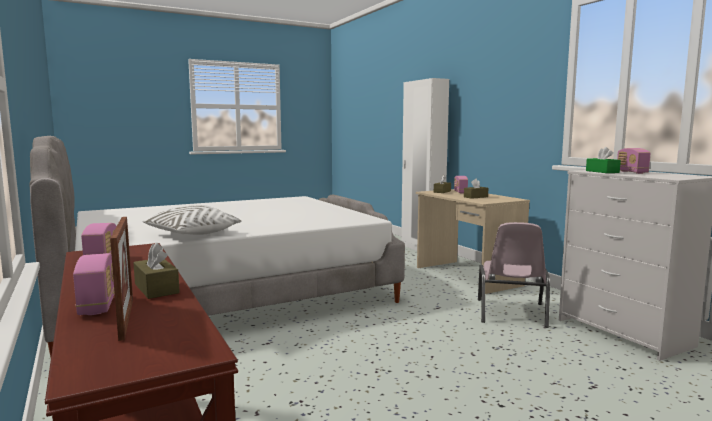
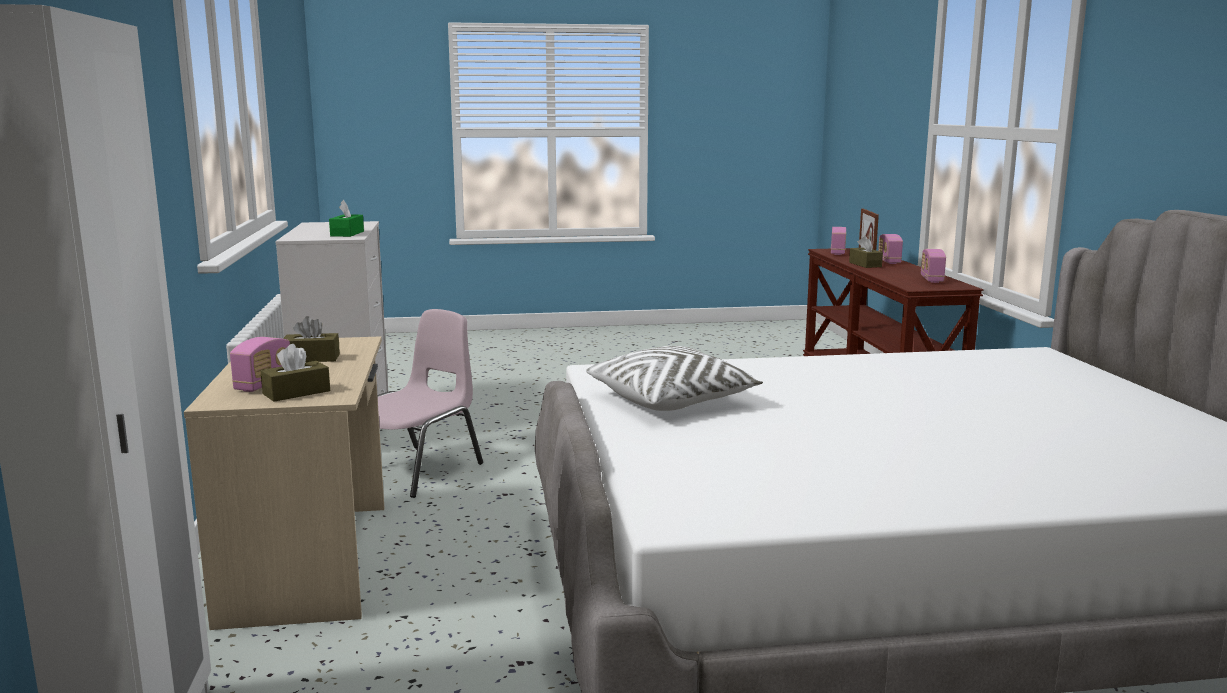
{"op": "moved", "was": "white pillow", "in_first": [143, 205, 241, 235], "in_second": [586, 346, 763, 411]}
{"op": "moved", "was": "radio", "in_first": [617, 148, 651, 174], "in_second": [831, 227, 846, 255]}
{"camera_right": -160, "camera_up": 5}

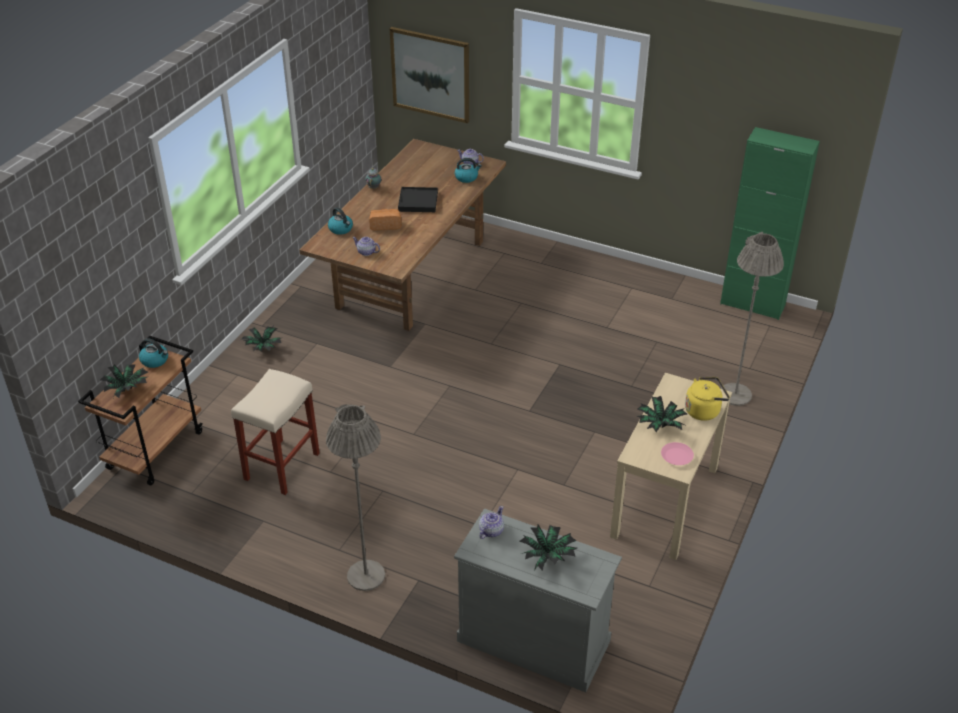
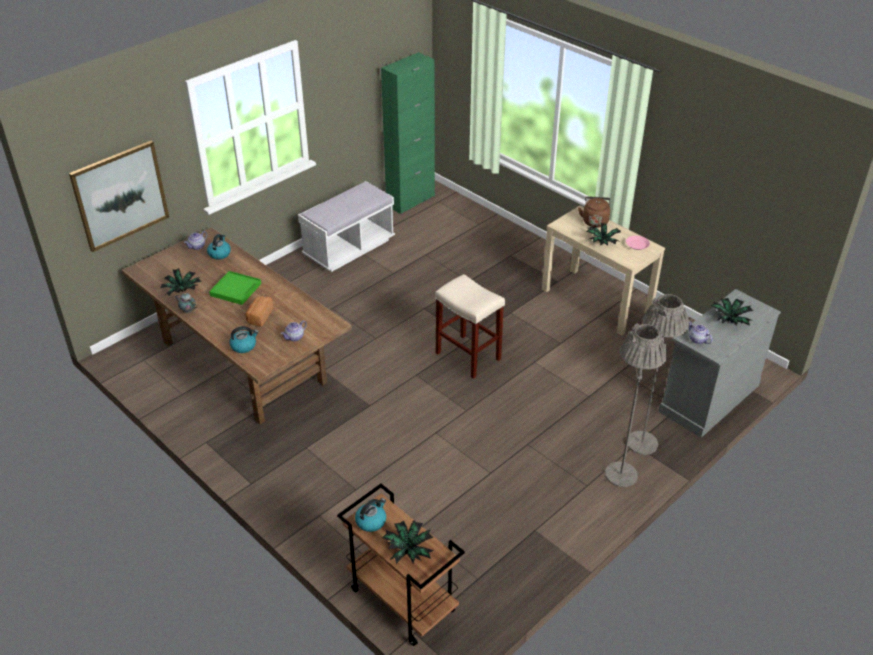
{"op": "moved", "was": "potted plant", "in_first": [241, 326, 281, 351], "in_second": [160, 268, 202, 296]}
{"op": "recoloured", "was": "black tray", "now": "green tray", "in_first": [398, 187, 438, 212], "in_second": [209, 271, 261, 305]}
{"op": "added", "now": "white bench", "in_second": [298, 181, 395, 272]}
{"op": "moved", "was": "beige stool", "in_first": [231, 369, 320, 495], "in_second": [435, 274, 505, 379]}
{"op": "recoloured", "was": "yellow kettle", "now": "brown kettle", "in_first": [685, 377, 730, 421], "in_second": [578, 196, 610, 228]}
{"op": "moved", "was": "grey floor lamp", "in_first": [720, 232, 784, 406], "in_second": [628, 294, 689, 455]}
{"camera_right": -70, "camera_up": 0}

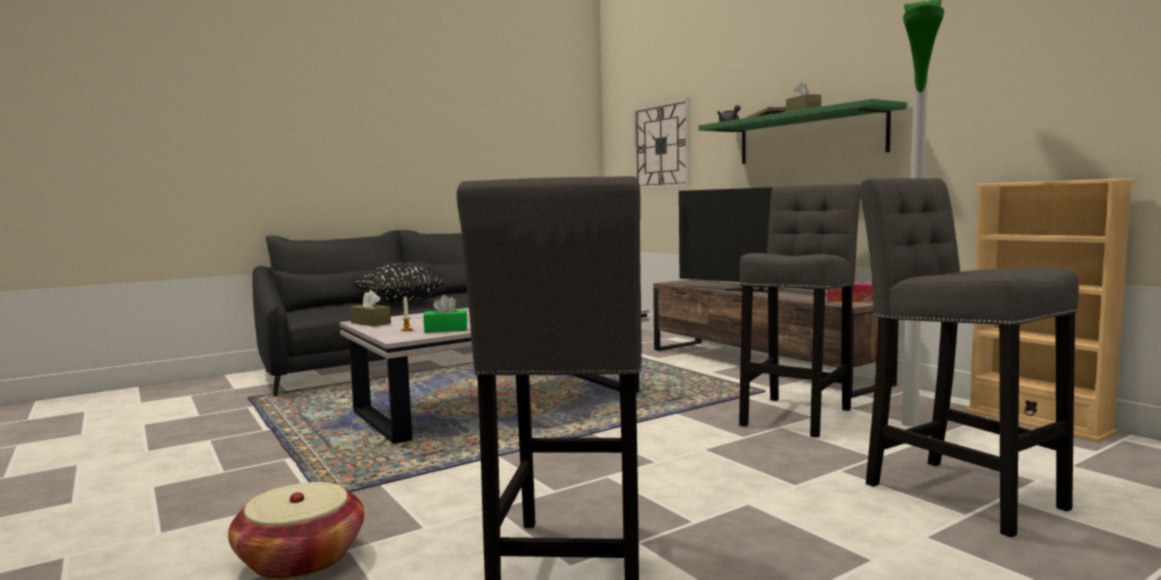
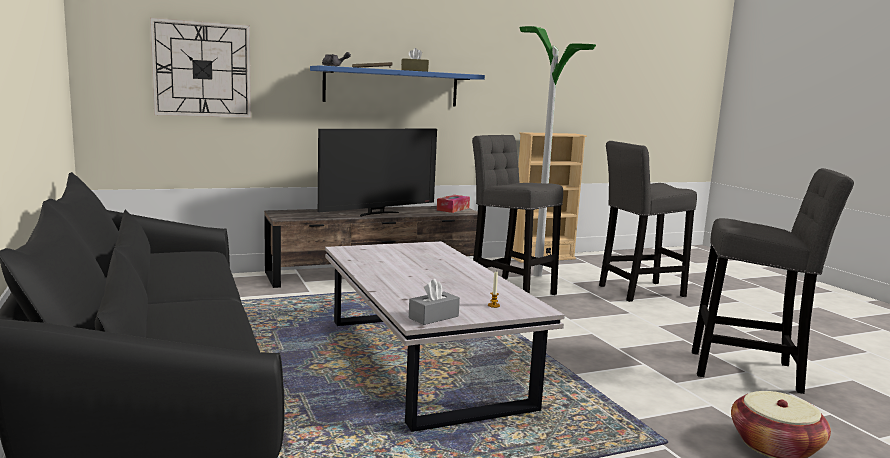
{"op": "recoloured", "was": "green shelf", "now": "blue shelf", "in_first": [699, 99, 907, 164], "in_second": [310, 65, 485, 107]}
{"op": "recoloured", "was": "brown tissue box", "now": "grey tissue box", "in_first": [350, 290, 391, 326], "in_second": [409, 279, 460, 325]}
{"op": "removed", "was": "black pillow", "in_first": [355, 263, 446, 303]}
{"op": "removed", "was": "green tissue box", "in_first": [423, 295, 468, 333]}
{"camera_right": -80, "camera_up": 5}

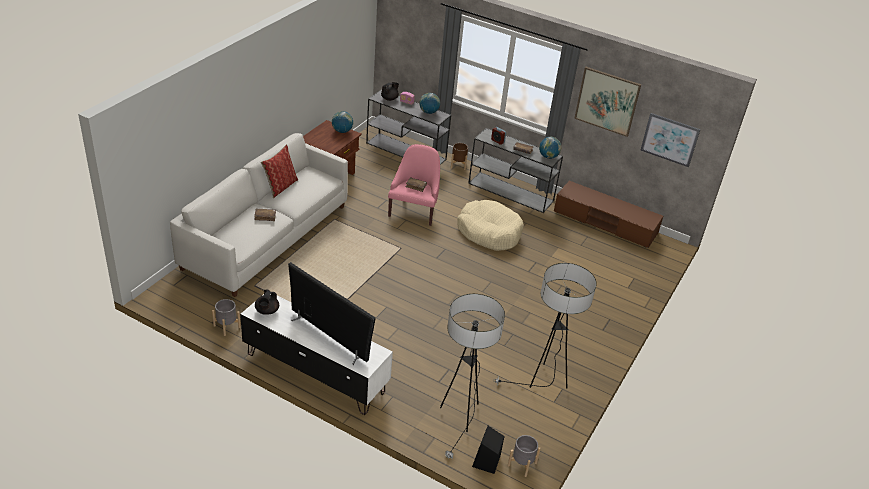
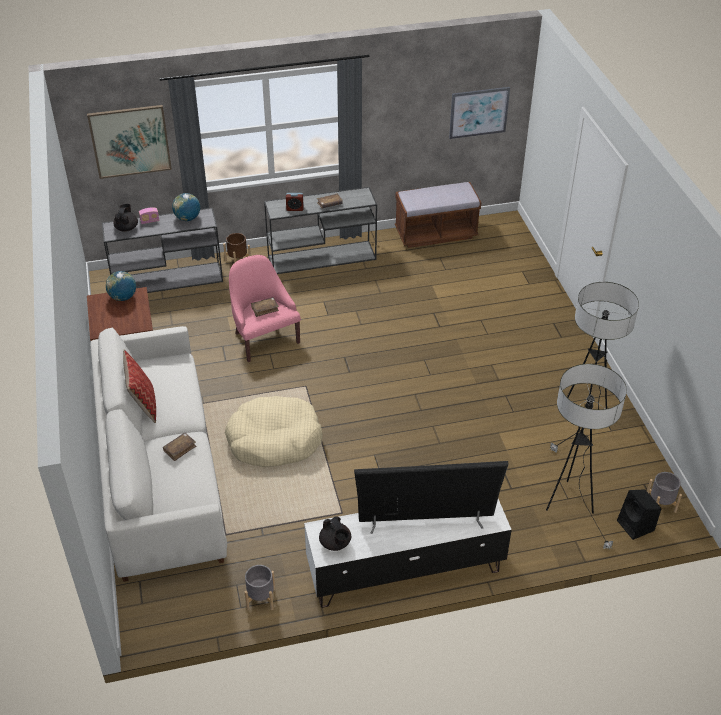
{"op": "moved", "was": "picture", "in_first": [574, 67, 641, 137], "in_second": [87, 105, 172, 179]}
{"op": "moved", "was": "beige dog bed", "in_first": [457, 200, 524, 251], "in_second": [225, 396, 323, 467]}
{"op": "replaced", "was": "brown tv stand", "now": "brown bench", "in_first": [554, 181, 663, 248], "in_second": [395, 182, 481, 248]}
{"op": "removed", "was": "globe", "in_first": [539, 137, 561, 159]}
{"camera_right": -40, "camera_up": 5}

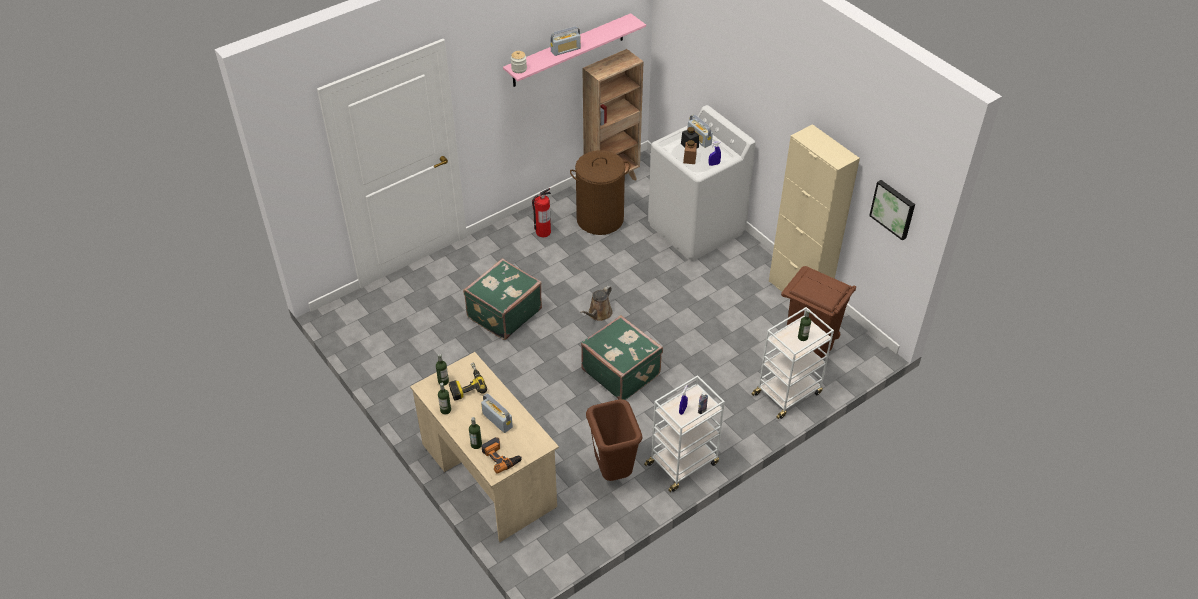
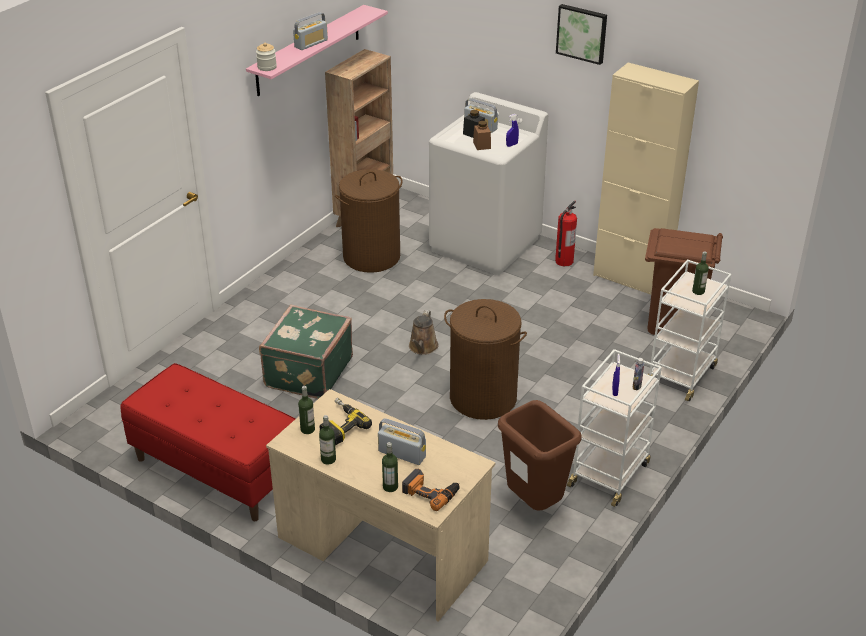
{"op": "added", "now": "red bench", "in_second": [121, 363, 295, 521]}
{"op": "replaced", "was": "green suitcase", "now": "brown laundry basket", "in_first": [581, 315, 663, 400], "in_second": [444, 299, 527, 420]}
{"op": "moved", "was": "fire extinguisher", "in_first": [532, 188, 551, 238], "in_second": [555, 200, 577, 266]}
{"op": "moved", "was": "picture", "in_first": [869, 180, 915, 241], "in_second": [556, 4, 607, 65]}
{"camera_right": -20, "camera_up": -10}

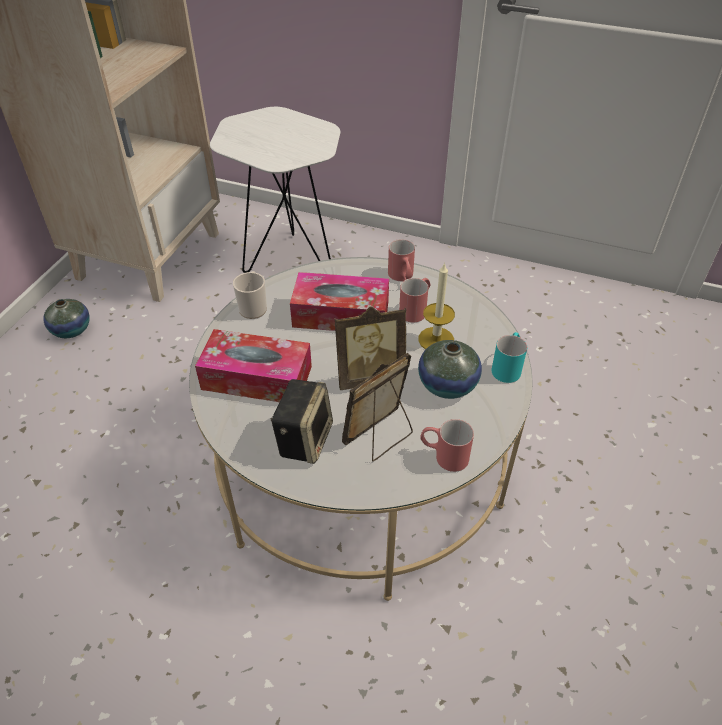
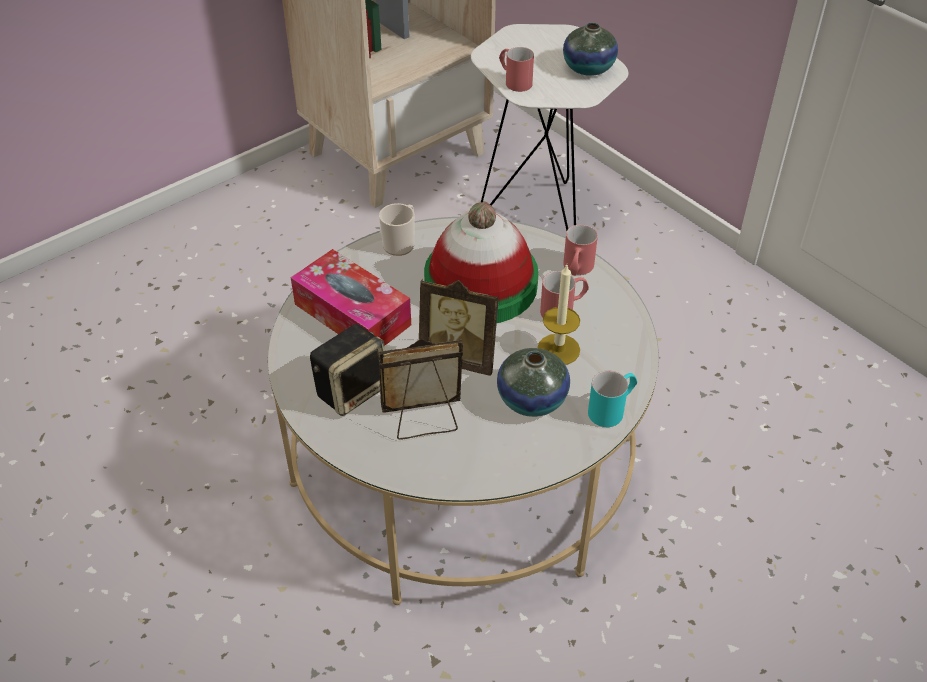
{"op": "replaced", "was": "tissue box", "now": "hat", "in_first": [290, 272, 389, 331], "in_second": [424, 202, 539, 323]}
{"op": "moved", "was": "red mug", "in_first": [420, 419, 474, 472], "in_second": [499, 47, 534, 92]}
{"op": "moved", "was": "vase", "in_first": [43, 299, 90, 338], "in_second": [563, 23, 618, 76]}
{"camera_right": 30, "camera_up": 0}

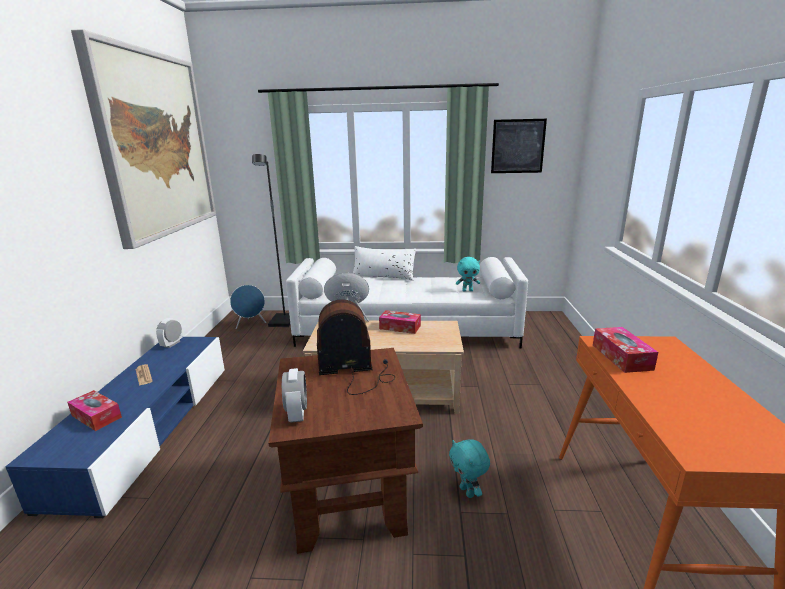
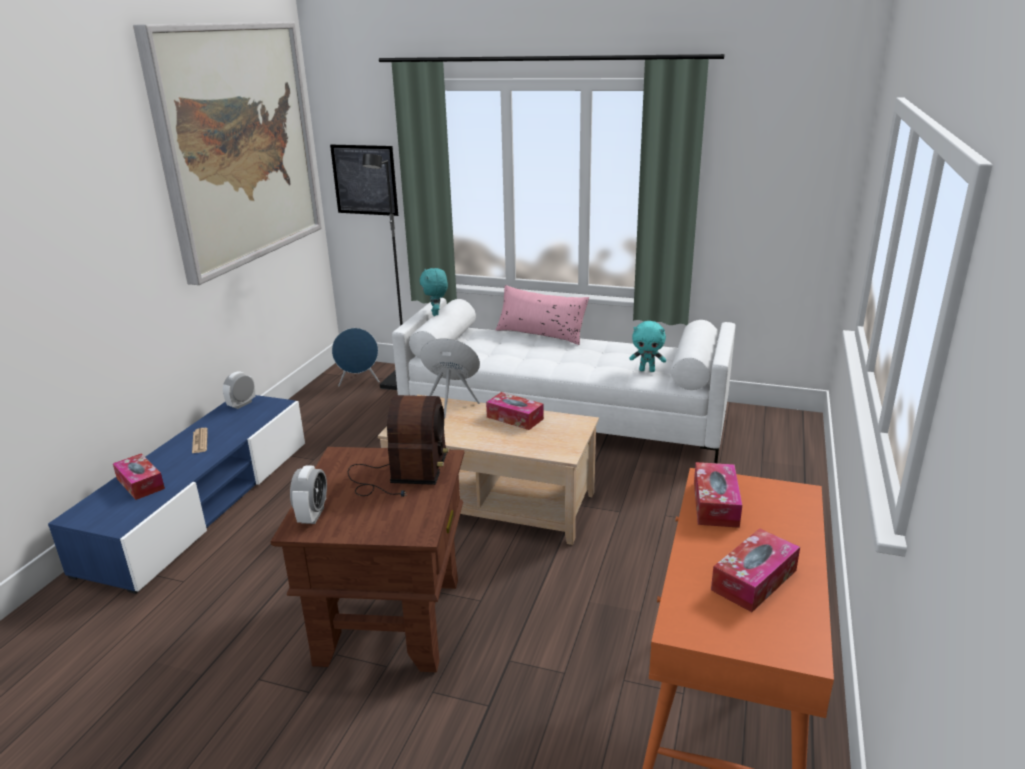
{"op": "moved", "was": "picture", "in_first": [491, 119, 547, 173], "in_second": [330, 145, 398, 216]}
{"op": "turned", "was": "radio", "in_first": [317, 299, 395, 395], "in_second": [348, 395, 449, 497], "clockwise": 90}
{"op": "moved", "was": "turquoise plush toy", "in_first": [449, 439, 490, 498], "in_second": [420, 268, 448, 316]}
{"op": "recoloured", "was": "white pillow", "now": "pink pillow", "in_first": [353, 246, 416, 281], "in_second": [496, 285, 589, 345]}
{"op": "added", "now": "tissue box", "in_second": [711, 528, 800, 612]}
{"camera_right": 15, "camera_up": 5}

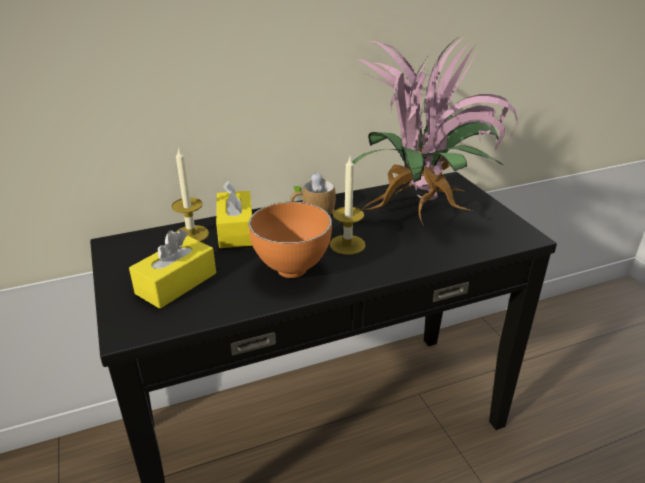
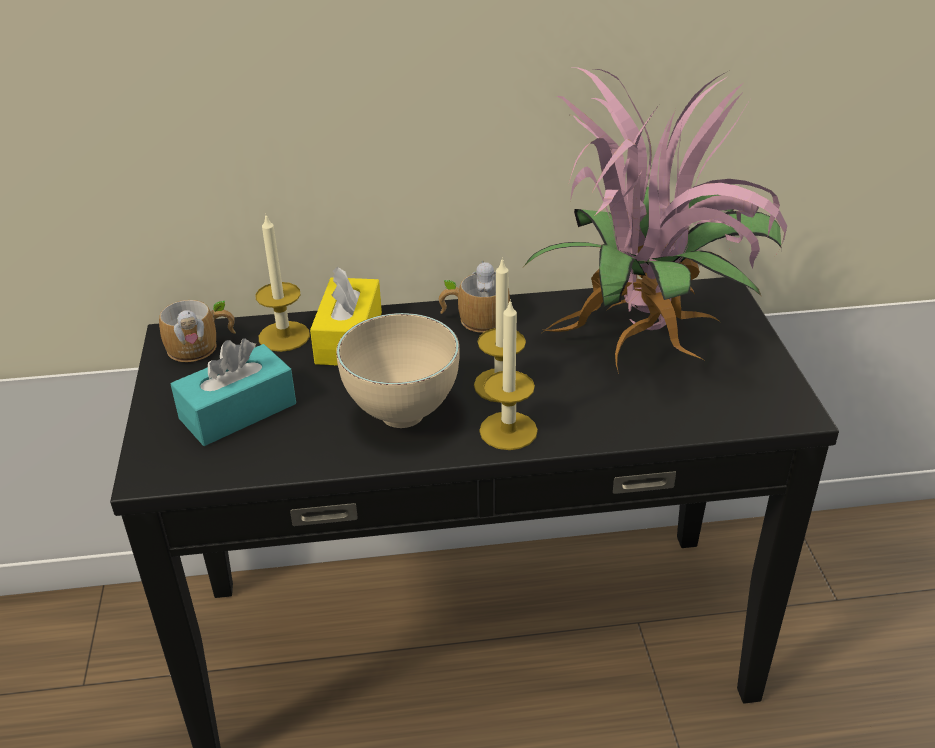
{"op": "added", "now": "mug", "in_second": [159, 300, 236, 362]}
{"op": "recoloured", "was": "yellow tissue box", "now": "turquoise tissue box", "in_first": [129, 229, 216, 309], "in_second": [171, 339, 296, 446]}
{"op": "recoloured", "was": "orange bowl", "now": "beige bowl", "in_first": [248, 202, 332, 278], "in_second": [336, 313, 460, 428]}
{"op": "added", "now": "candle", "in_second": [479, 299, 538, 450]}
{"camera_right": 15, "camera_up": 5}

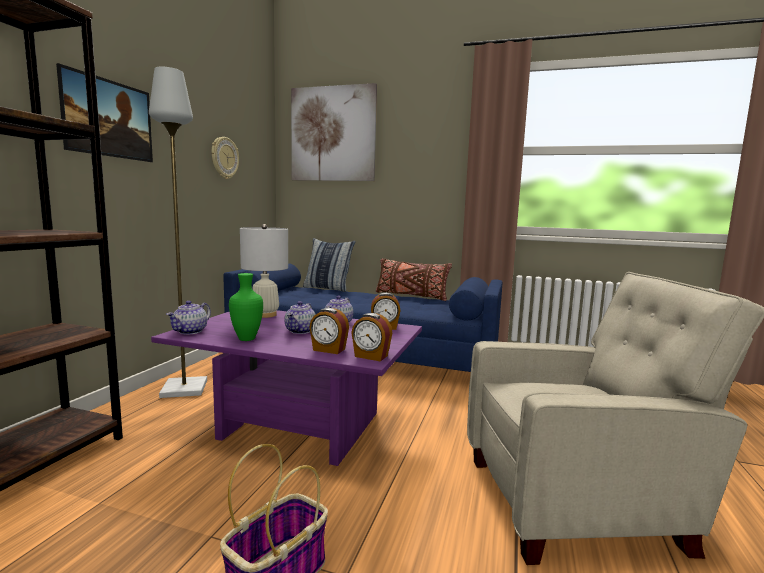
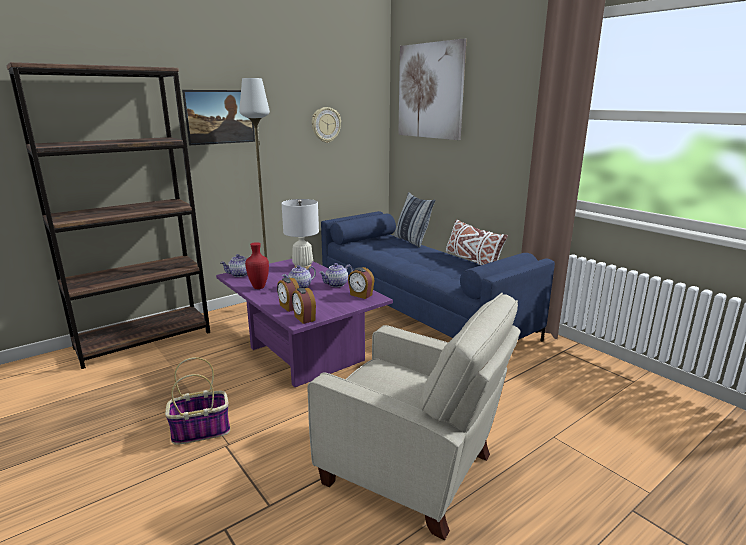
{"op": "recoloured", "was": "green vase", "now": "red vase", "in_first": [229, 273, 263, 341], "in_second": [245, 242, 269, 289]}
{"op": "recoloured", "was": "brown pillow", "now": "white pillow", "in_first": [376, 258, 452, 301], "in_second": [446, 219, 508, 265]}
{"camera_right": 35, "camera_up": 10}

